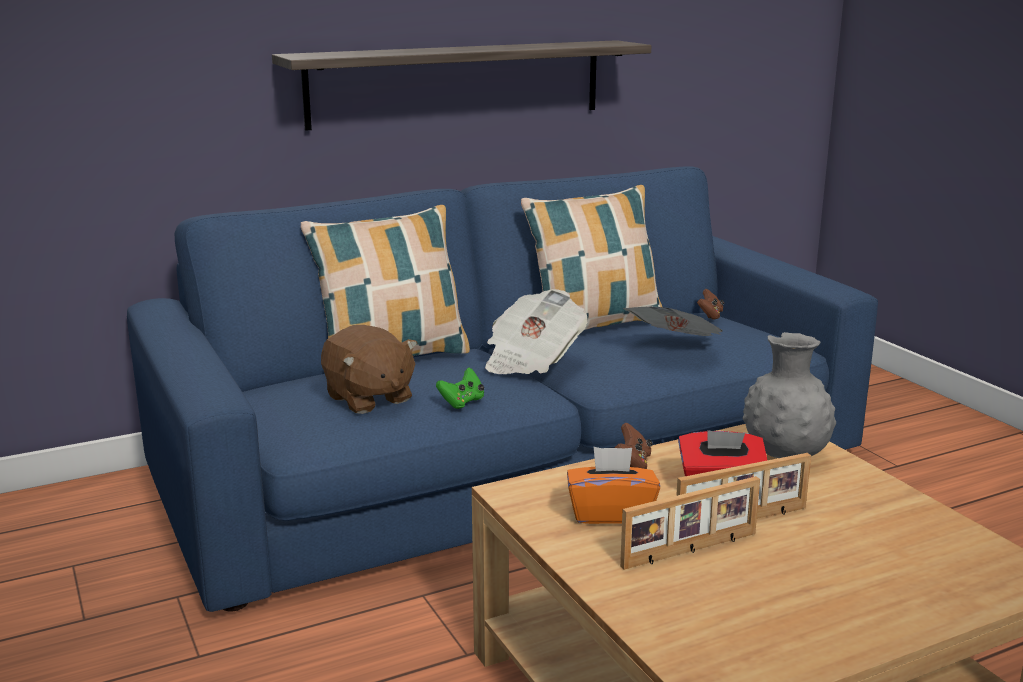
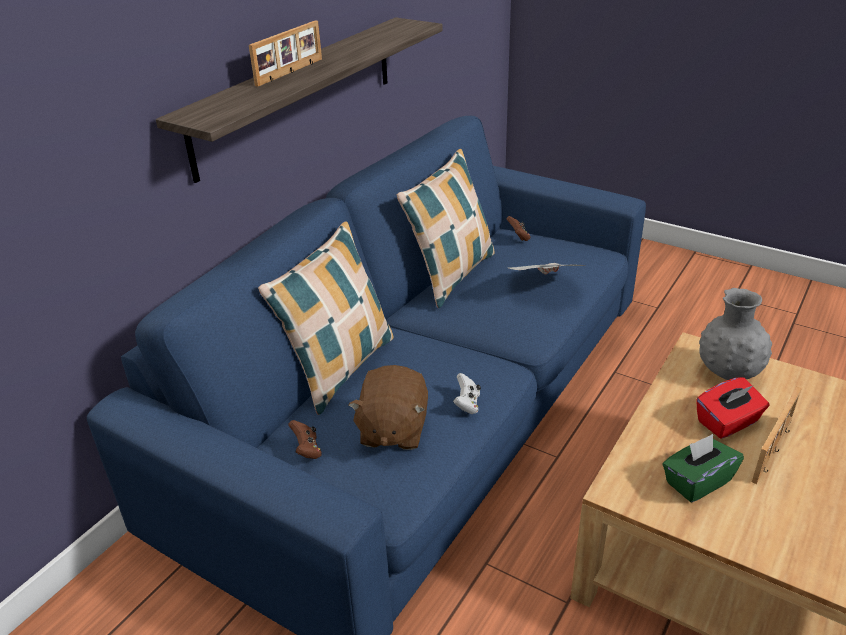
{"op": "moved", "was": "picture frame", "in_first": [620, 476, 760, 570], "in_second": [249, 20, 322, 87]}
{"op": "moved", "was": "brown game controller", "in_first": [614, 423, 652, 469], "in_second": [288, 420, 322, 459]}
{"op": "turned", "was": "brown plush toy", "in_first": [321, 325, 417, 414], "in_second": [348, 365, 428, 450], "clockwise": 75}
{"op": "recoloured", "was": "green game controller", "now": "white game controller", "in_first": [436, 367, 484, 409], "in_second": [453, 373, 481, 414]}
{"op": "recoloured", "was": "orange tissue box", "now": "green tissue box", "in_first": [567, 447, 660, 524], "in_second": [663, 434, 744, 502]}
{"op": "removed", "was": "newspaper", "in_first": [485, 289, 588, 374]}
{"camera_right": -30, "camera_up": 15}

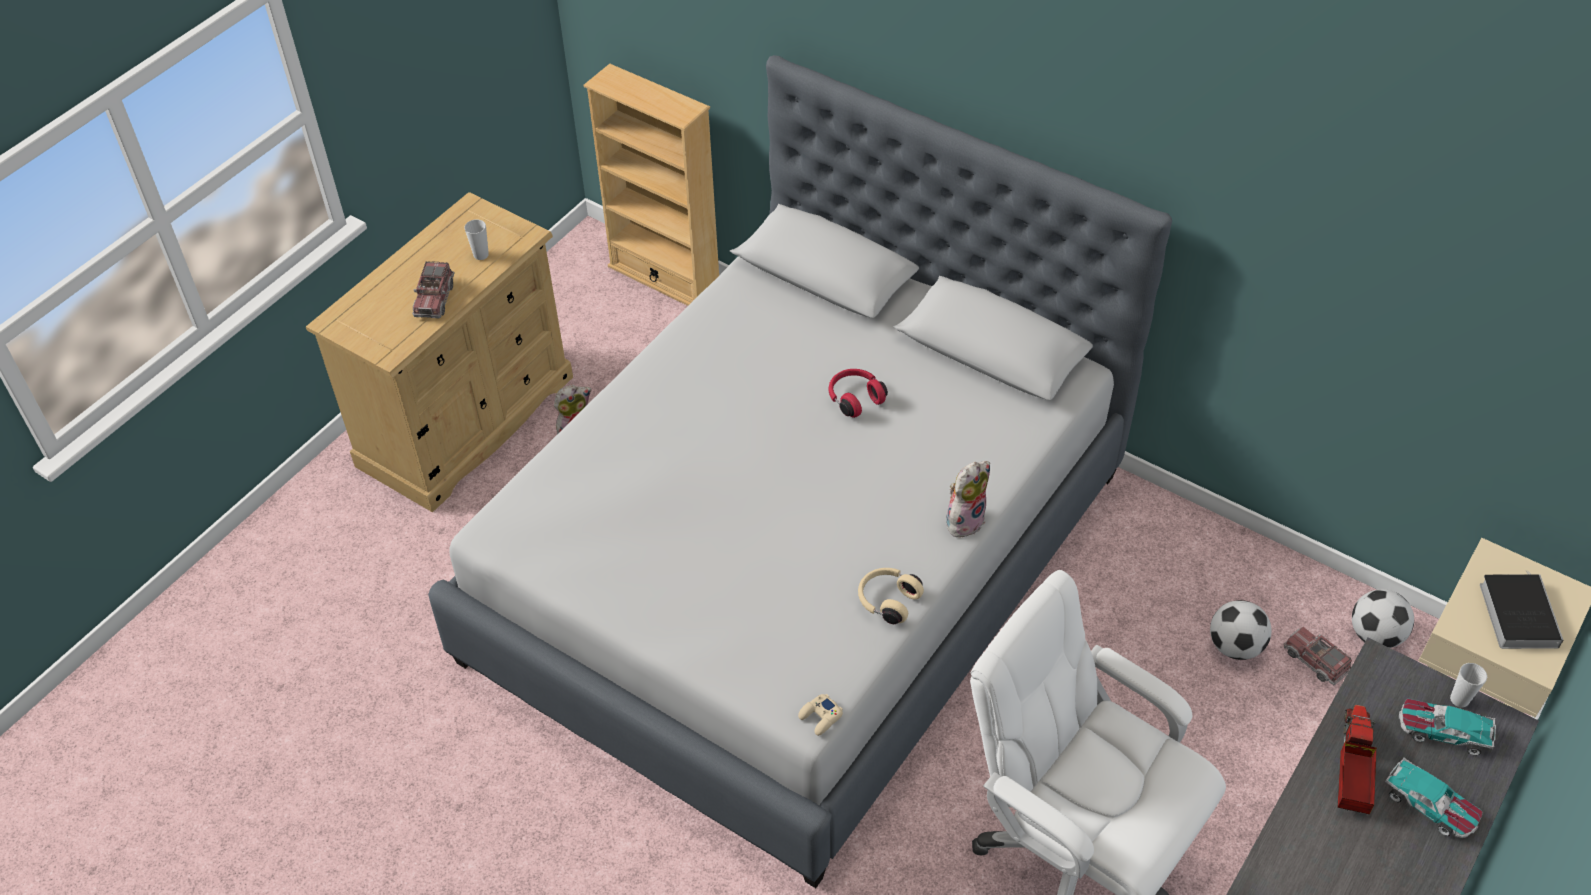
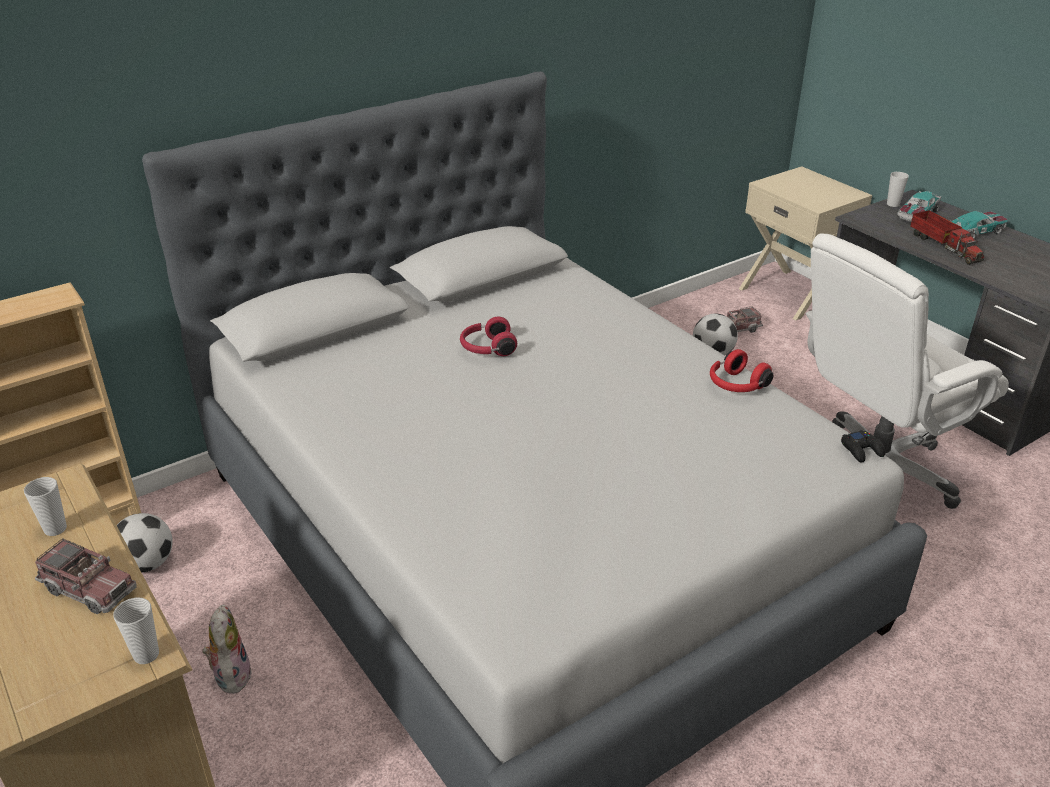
{"op": "added", "now": "cup", "in_second": [113, 597, 159, 664]}
{"op": "moved", "was": "football", "in_first": [1352, 589, 1414, 648], "in_second": [117, 513, 173, 573]}
{"op": "recoloured", "was": "beige headphones", "now": "red headphones", "in_first": [858, 568, 924, 624], "in_second": [710, 349, 773, 392]}
{"op": "recoloured", "was": "beige game controller", "now": "black game controller", "in_first": [798, 694, 843, 736], "in_second": [841, 430, 886, 462]}
{"op": "turned", "was": "toy truck", "in_first": [1338, 705, 1377, 814], "in_second": [910, 210, 984, 265], "clockwise": -150}
{"op": "removed", "was": "plush toy", "in_first": [946, 461, 990, 537]}
{"op": "removed", "was": "book", "in_first": [1480, 570, 1563, 649]}
{"camera_right": -70, "camera_up": -15}

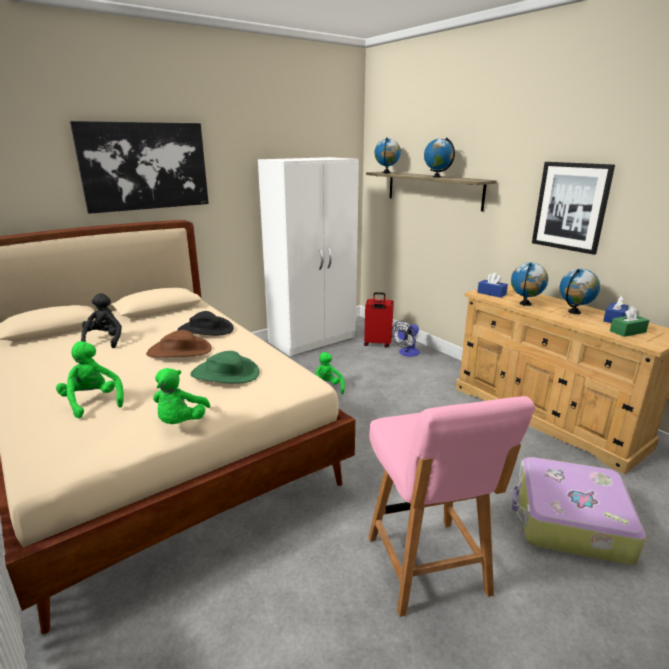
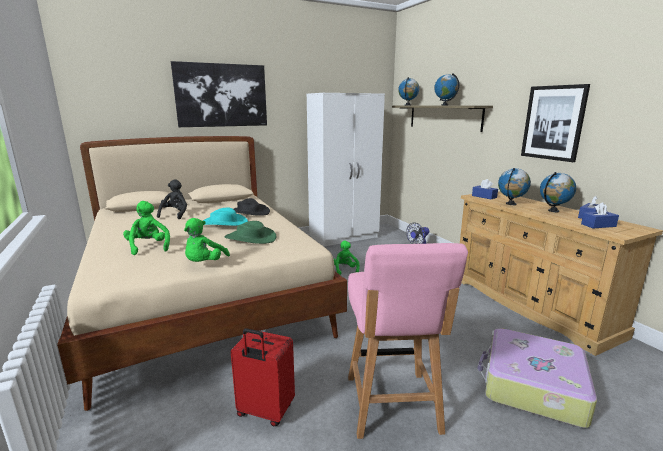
{"op": "recoloured", "was": "brown hat", "now": "turquoise hat", "in_first": [146, 330, 212, 357], "in_second": [203, 208, 248, 226]}
{"op": "moved", "was": "red suitcase", "in_first": [364, 292, 394, 347], "in_second": [231, 328, 295, 426]}
{"op": "recoloured", "was": "green tissue box", "now": "blue tissue box", "in_first": [610, 306, 649, 337], "in_second": [581, 202, 619, 228]}
{"camera_right": 10, "camera_up": -5}

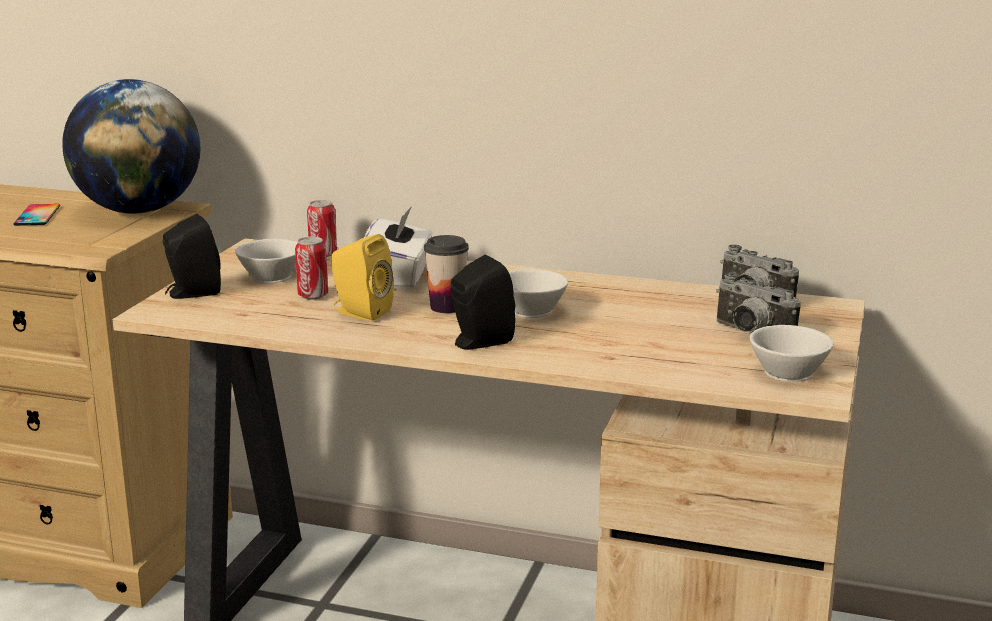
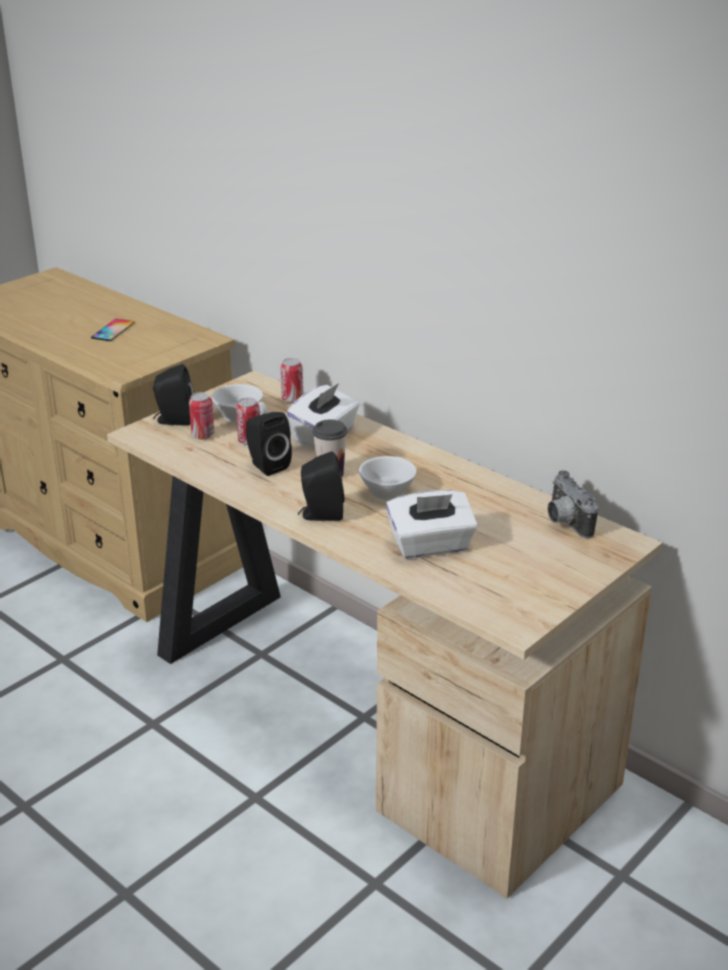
{"op": "added", "now": "can", "in_second": [189, 392, 214, 439]}
{"op": "recoloured", "was": "yellow speaker", "now": "black speaker", "in_first": [331, 234, 394, 321], "in_second": [246, 412, 292, 476]}
{"op": "added", "now": "white tissue box", "in_second": [386, 490, 478, 558]}
{"op": "removed", "was": "globe", "in_first": [62, 79, 200, 214]}
{"op": "removed", "was": "photo camera", "in_first": [716, 273, 801, 333]}
{"op": "removed", "was": "white cup", "in_first": [749, 325, 833, 382]}
{"camera_right": 25, "camera_up": 10}

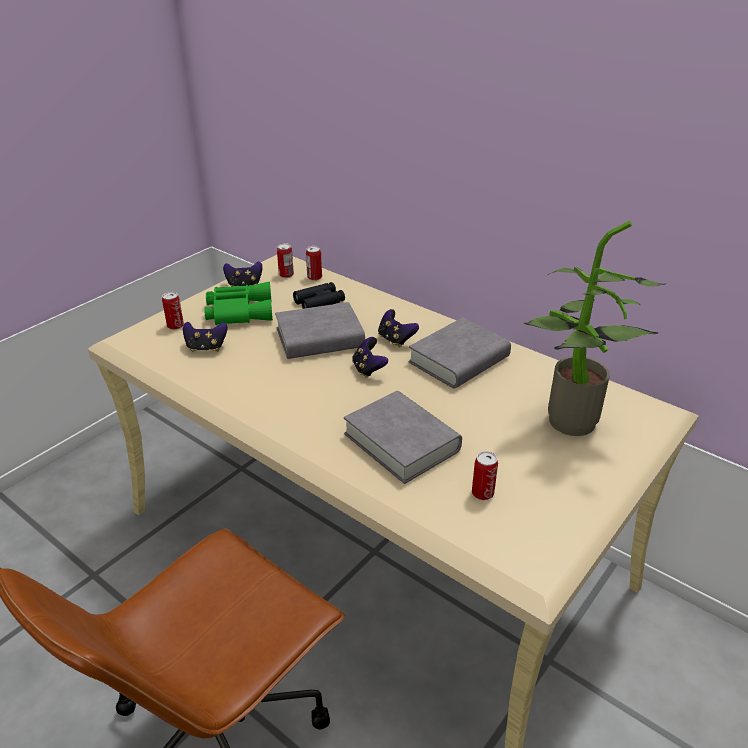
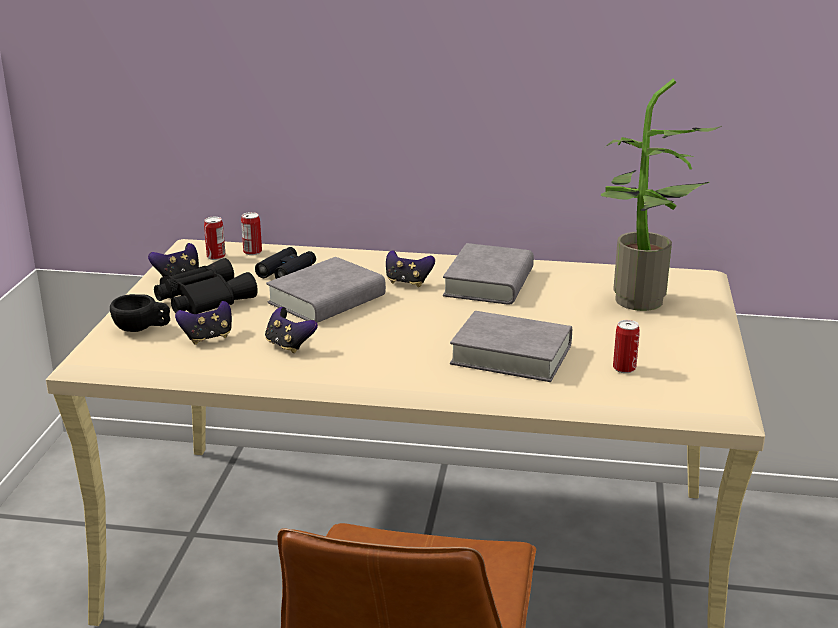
{"op": "replaced", "was": "can", "now": "black cup", "in_first": [162, 292, 184, 330], "in_second": [110, 294, 170, 332]}
{"op": "recoloured", "was": "green binoculars", "now": "black binoculars", "in_first": [204, 282, 273, 325], "in_second": [154, 258, 258, 314]}
{"op": "moved", "was": "game controller", "in_first": [352, 337, 388, 378], "in_second": [265, 307, 318, 353]}
{"camera_right": -30, "camera_up": -10}

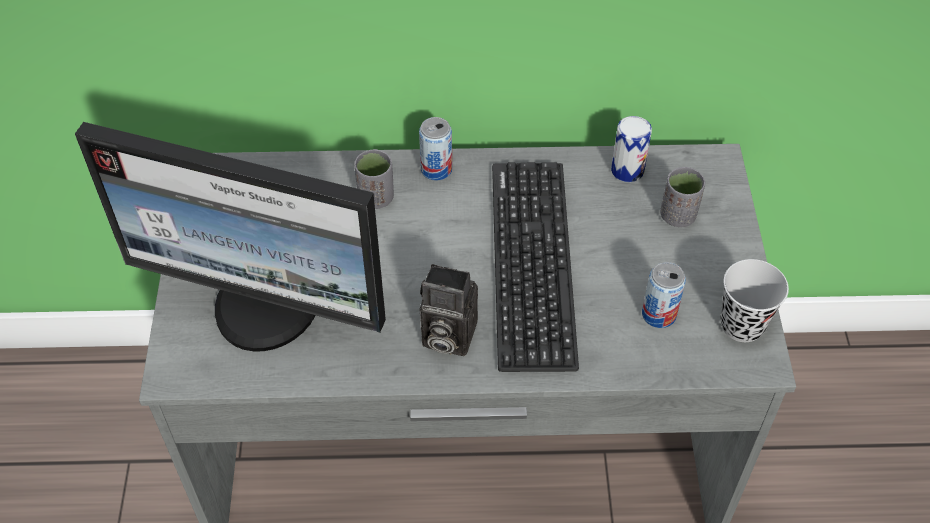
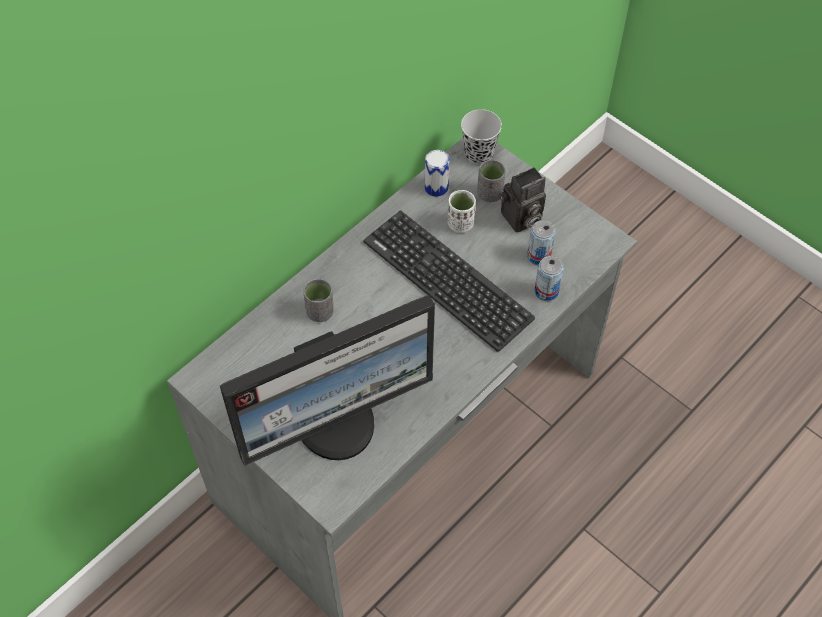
{"op": "added", "now": "white cup", "in_second": [448, 190, 476, 233]}
{"op": "moved", "was": "black cup", "in_first": [720, 259, 789, 342], "in_second": [461, 109, 502, 165]}
{"op": "moved", "was": "photo camera", "in_first": [420, 264, 478, 356], "in_second": [500, 167, 546, 233]}
{"op": "moved", "was": "can", "in_first": [419, 117, 452, 181], "in_second": [535, 256, 564, 301]}
{"camera_right": -45, "camera_up": 5}

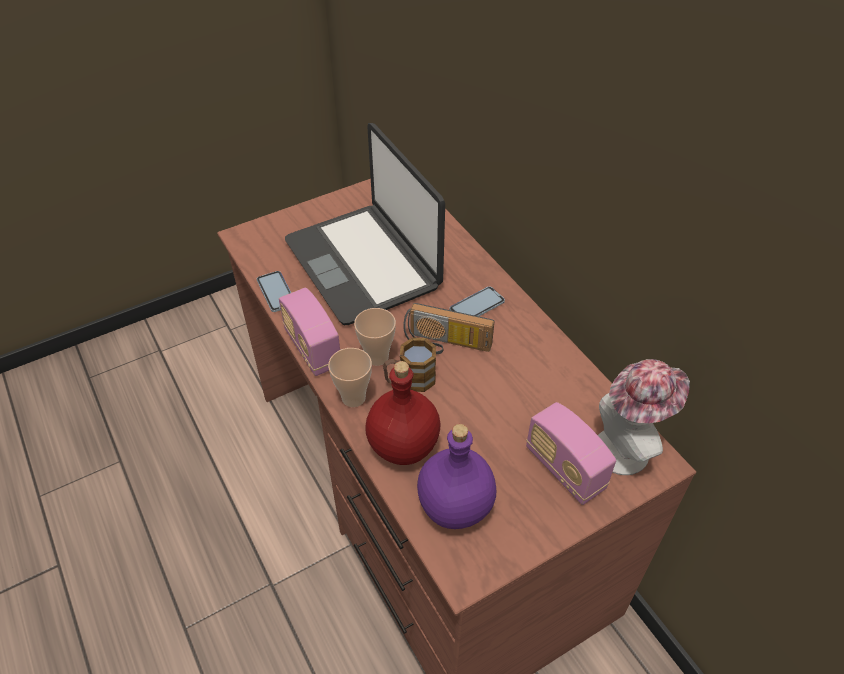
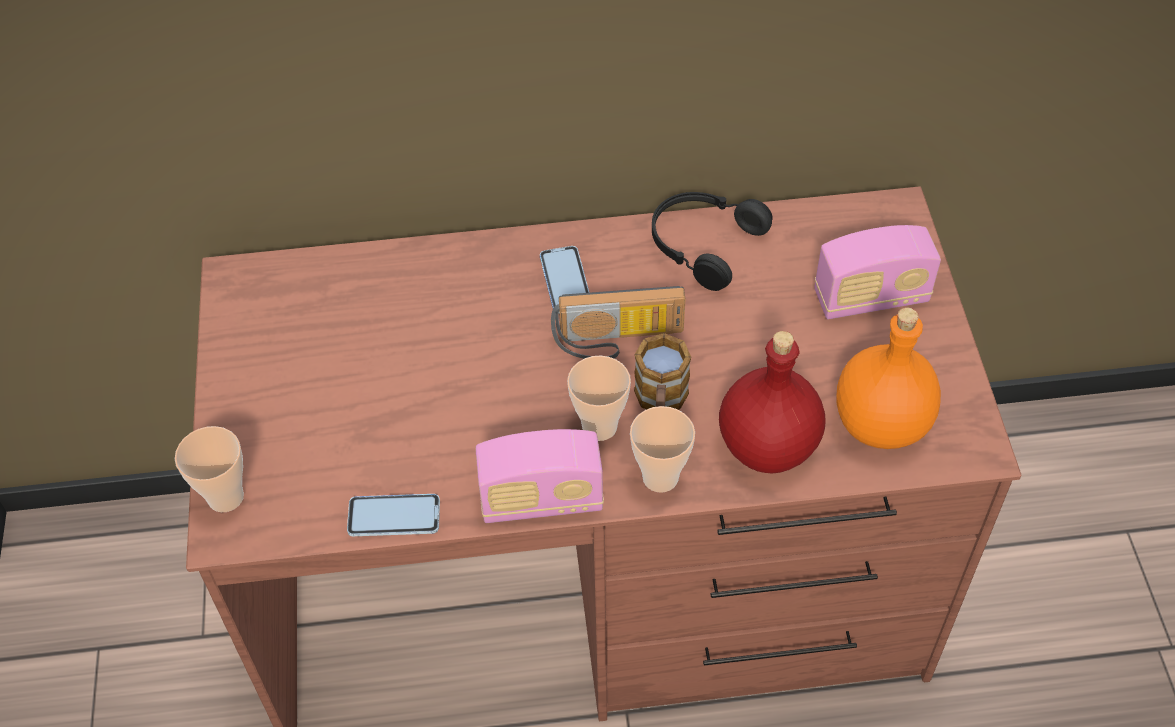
{"op": "added", "now": "cup", "in_second": [175, 426, 244, 512]}
{"op": "turned", "was": "radio", "in_first": [403, 303, 495, 354], "in_second": [551, 286, 686, 359], "clockwise": 45}
{"op": "added", "now": "black headphones", "in_second": [652, 192, 773, 291]}
{"op": "recoloured", "was": "purple bottle", "now": "orange bottle", "in_first": [417, 424, 496, 529], "in_second": [836, 307, 941, 449]}
{"op": "removed", "was": "laptop", "in_first": [285, 123, 445, 325]}
{"op": "removed", "was": "hat", "in_first": [598, 359, 690, 475]}
{"camera_right": -65, "camera_up": 5}

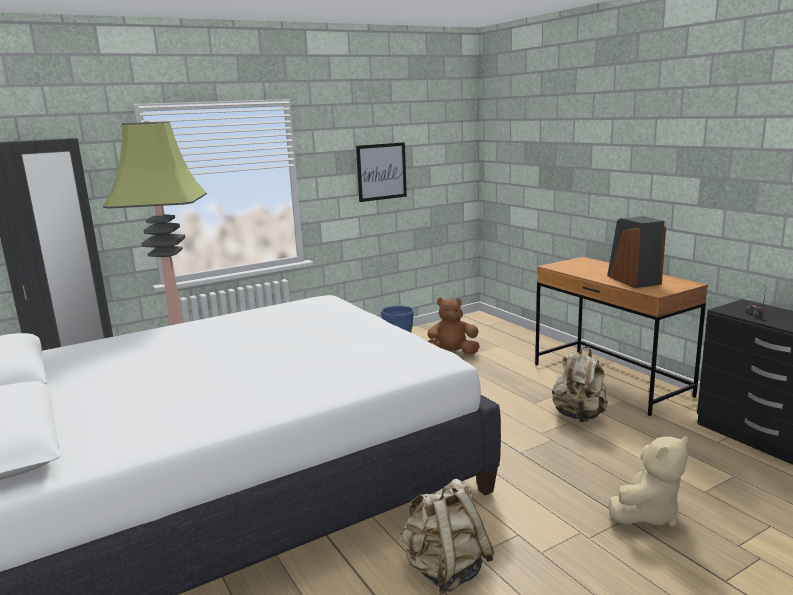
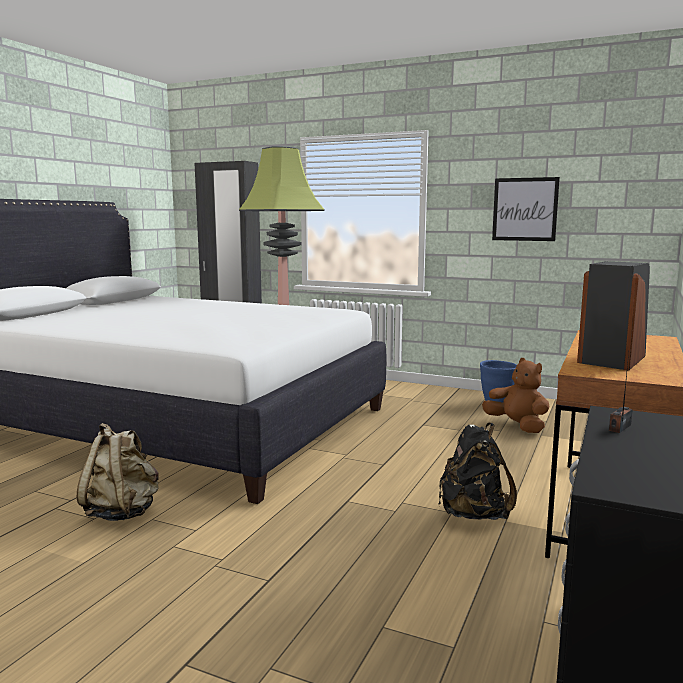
{"op": "recoloured", "was": "beige backpack", "now": "black backpack", "in_first": [552, 346, 608, 422], "in_second": [439, 423, 517, 520]}
{"op": "removed", "was": "beige plush toy", "in_first": [608, 436, 688, 527]}
{"camera_right": 55, "camera_up": -5}

